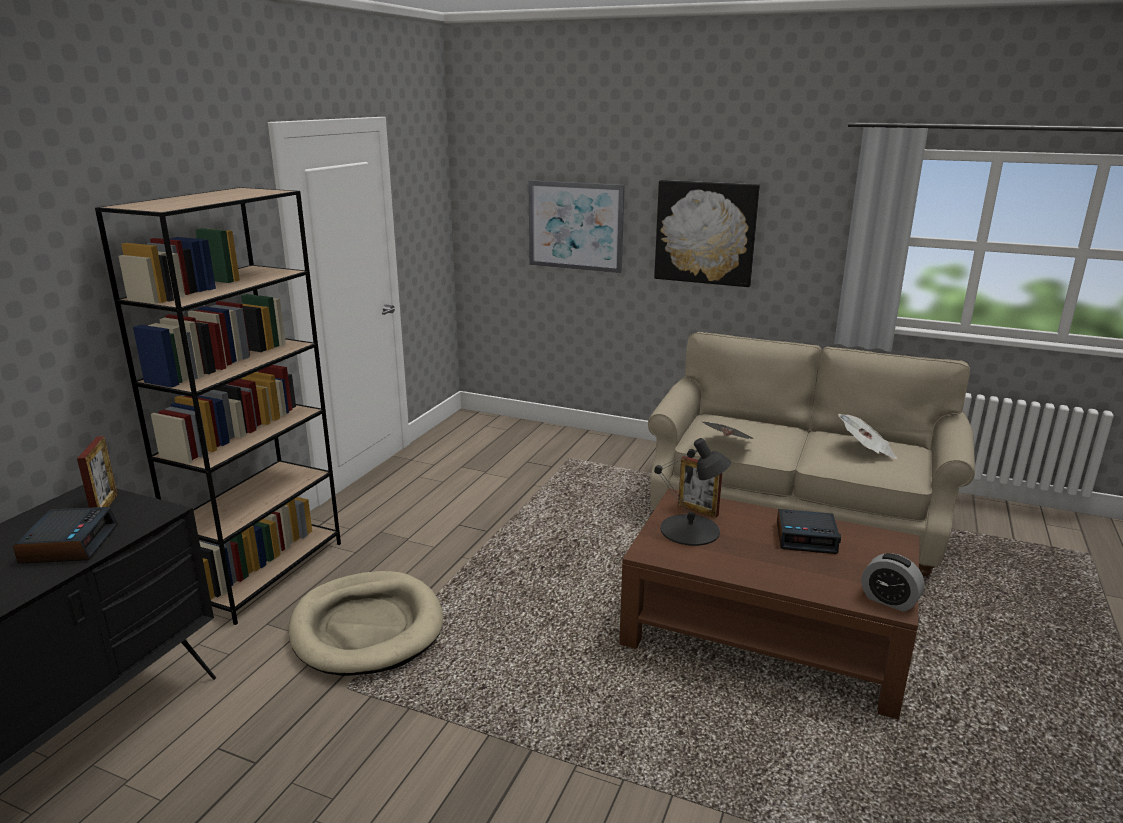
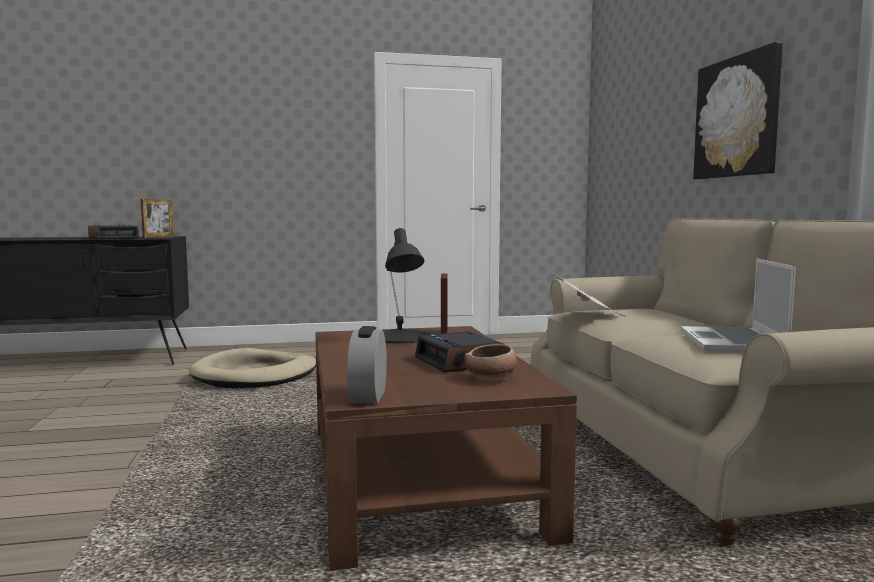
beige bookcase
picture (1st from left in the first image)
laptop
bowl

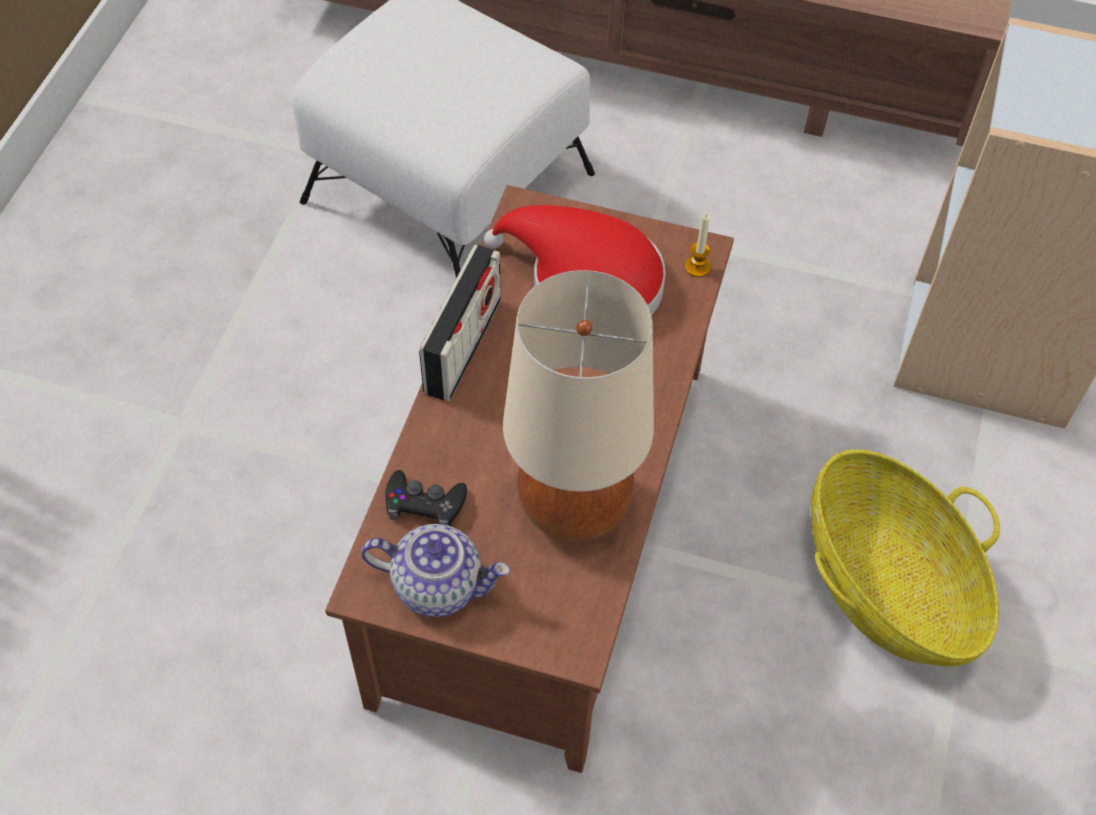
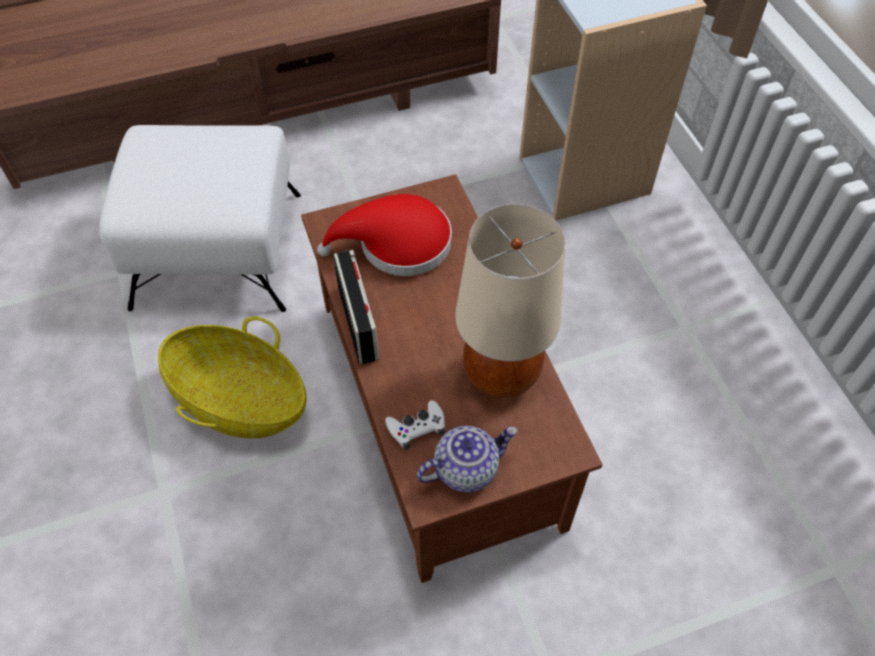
white game controller
candle
basket

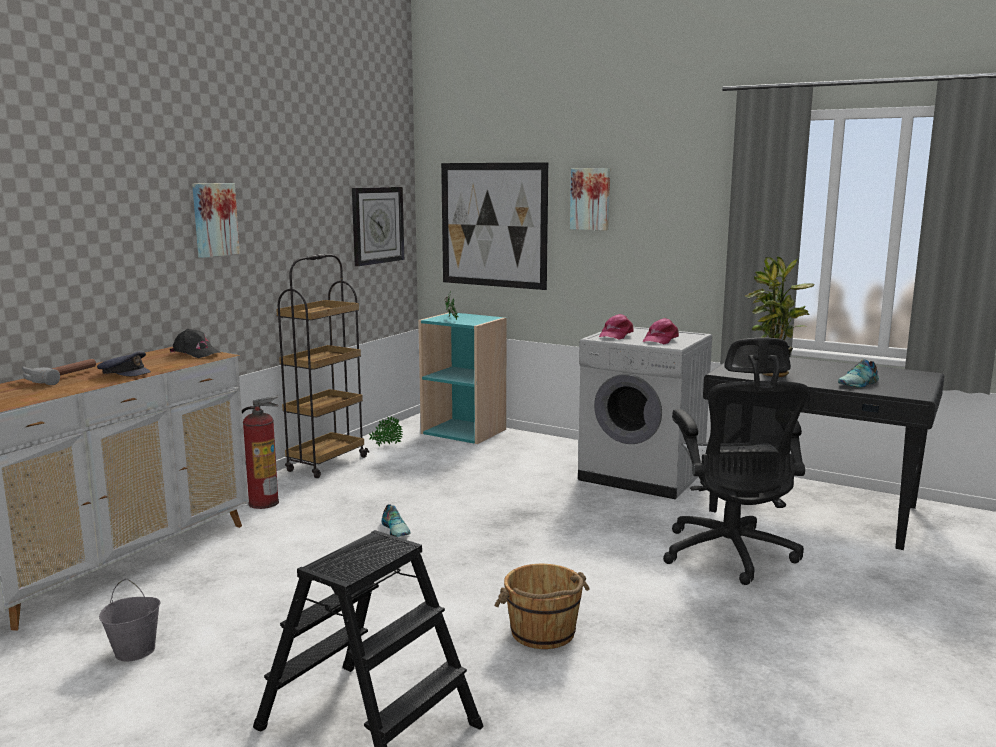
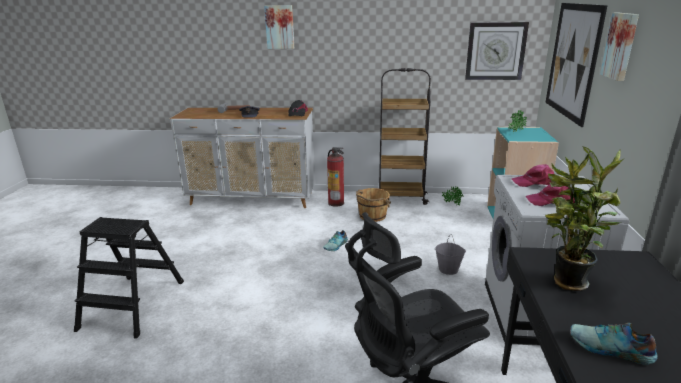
grey bucket
picture (1st from left)
brown bucket

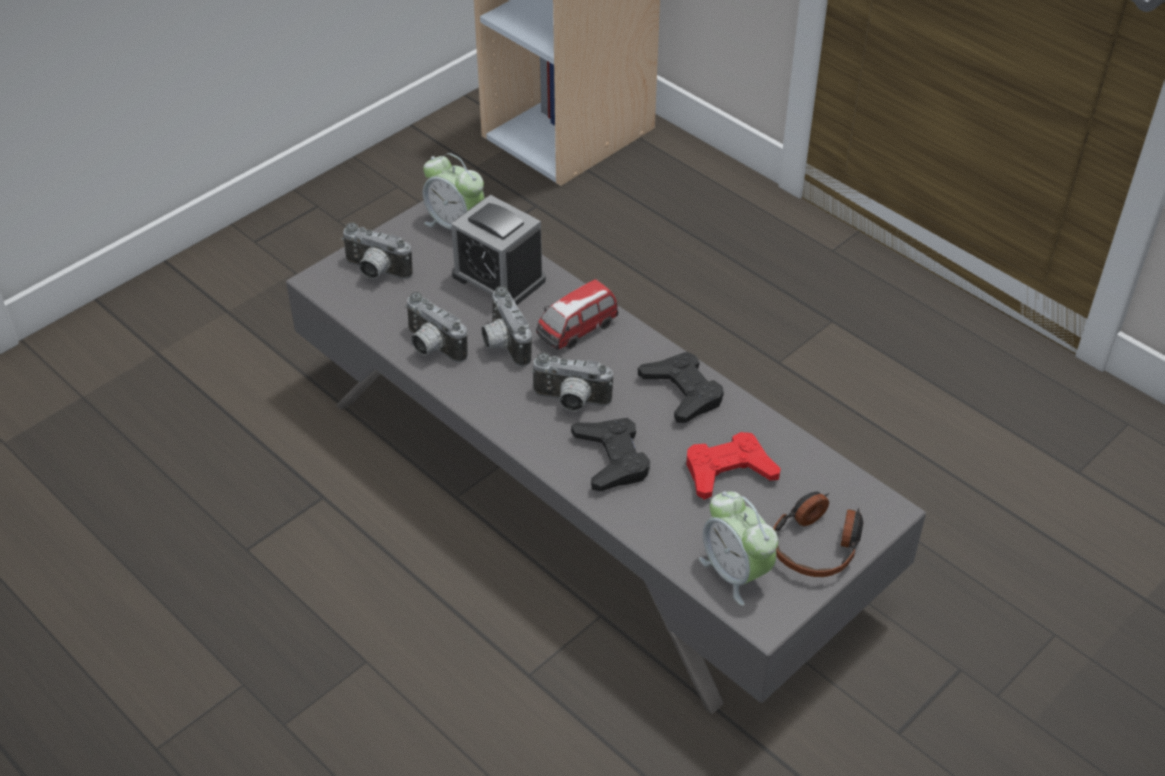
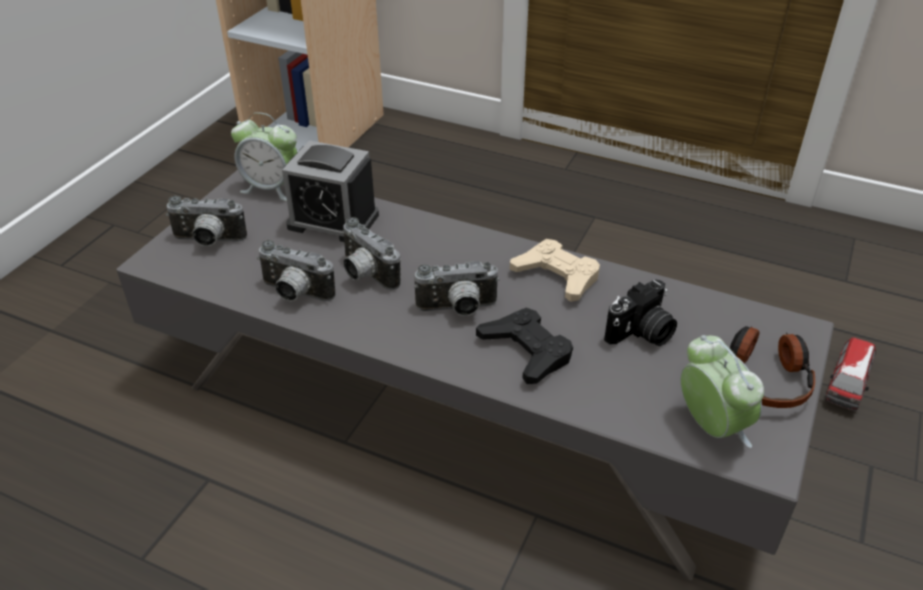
toy car
beige game controller
photo camera (5th from left)
alarm clock (3rd from left)

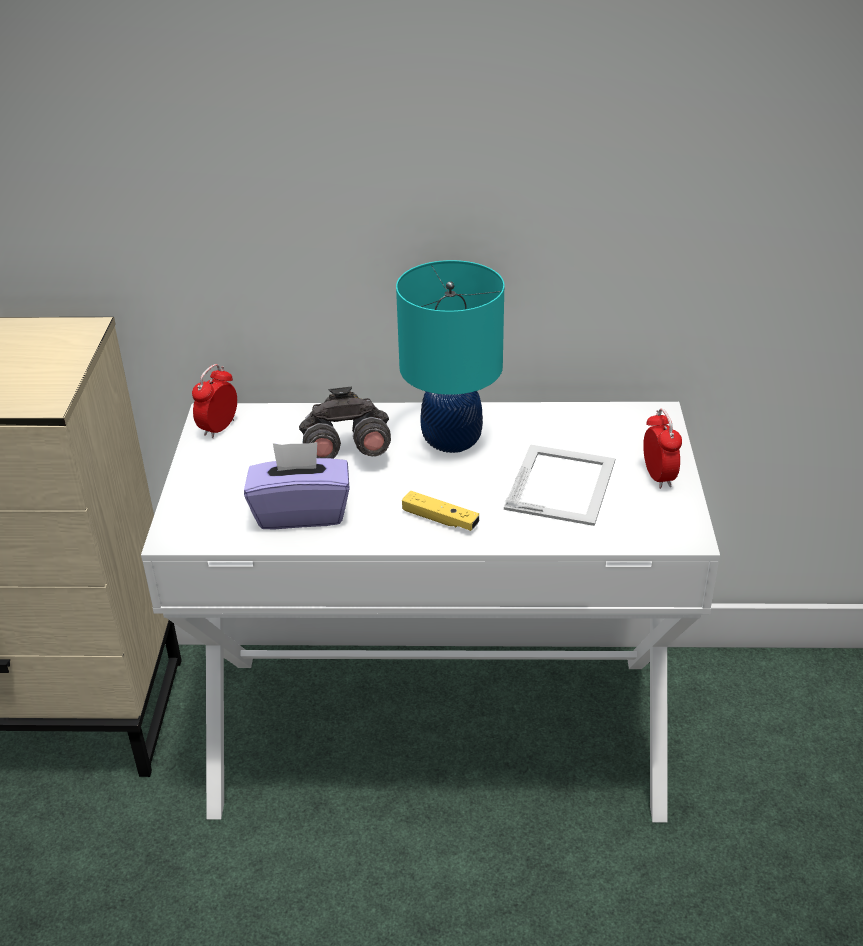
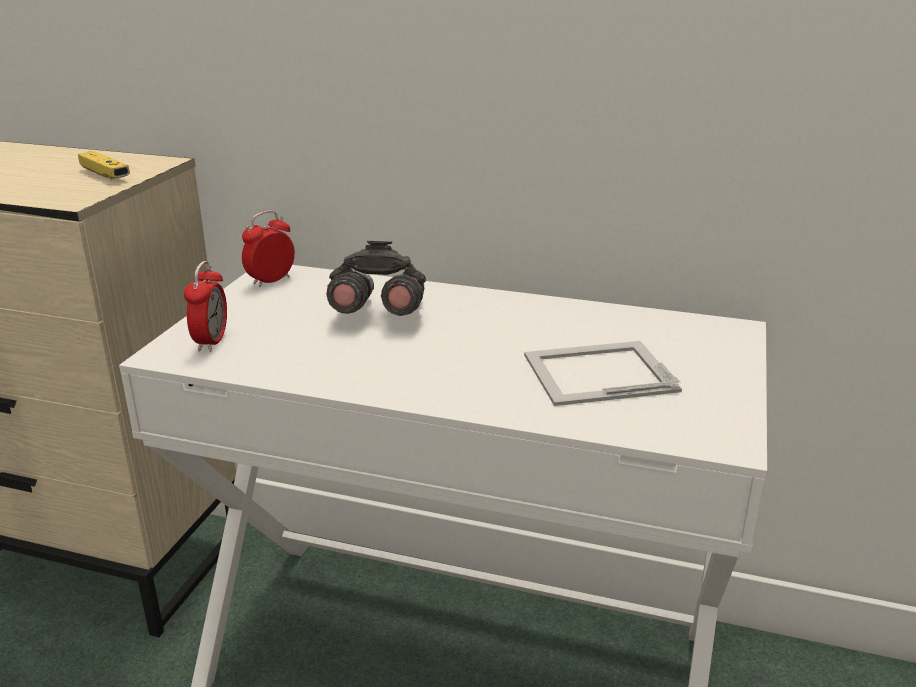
purple tissue box
turquoise table lamp
yellow game controller
picture frame
alarm clock (1st from left)

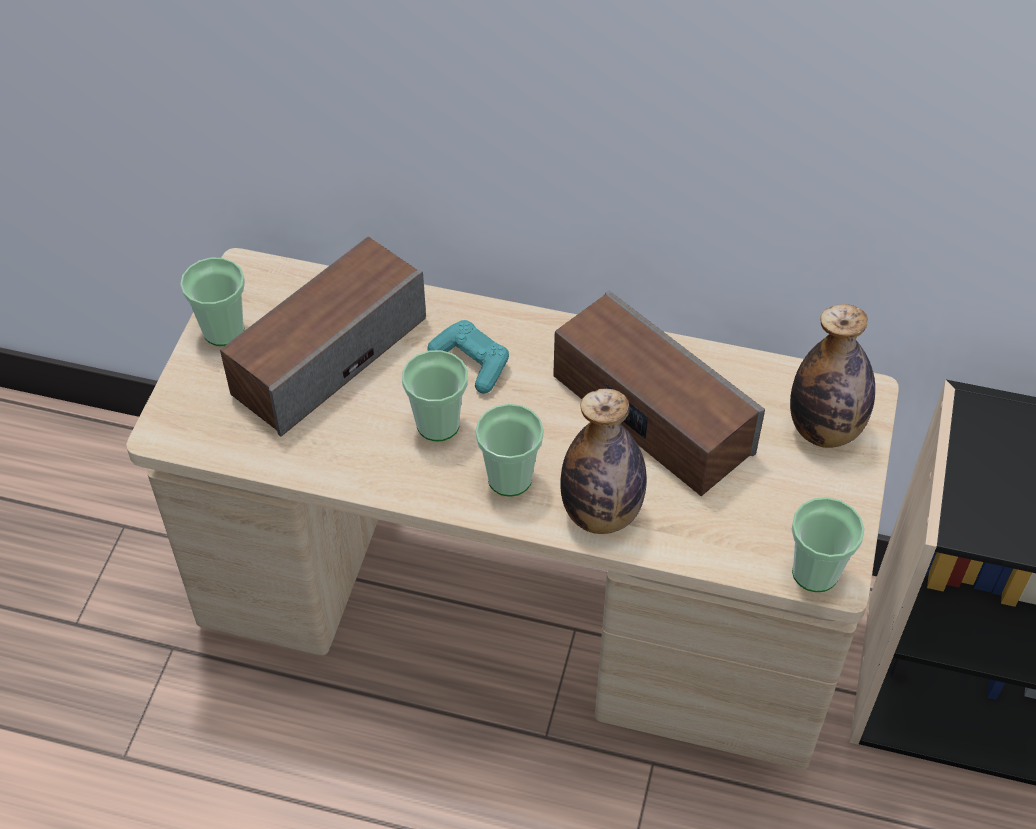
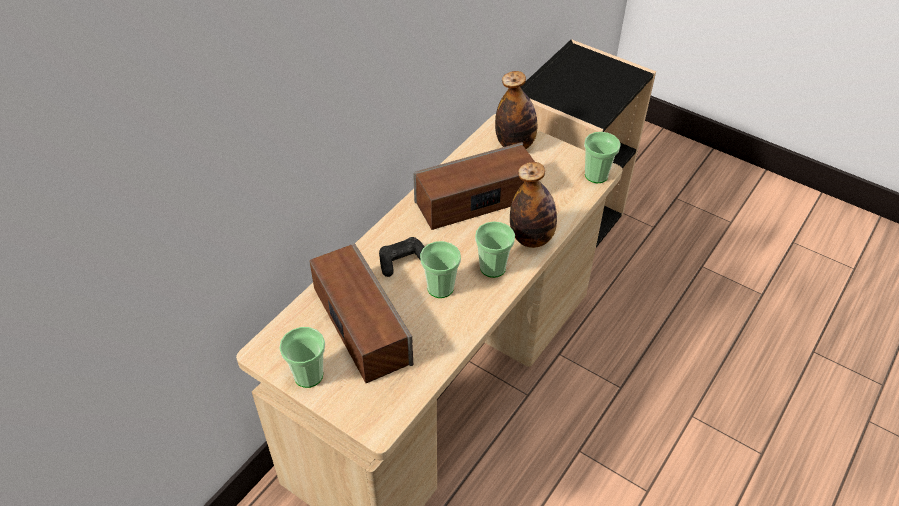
black game controller

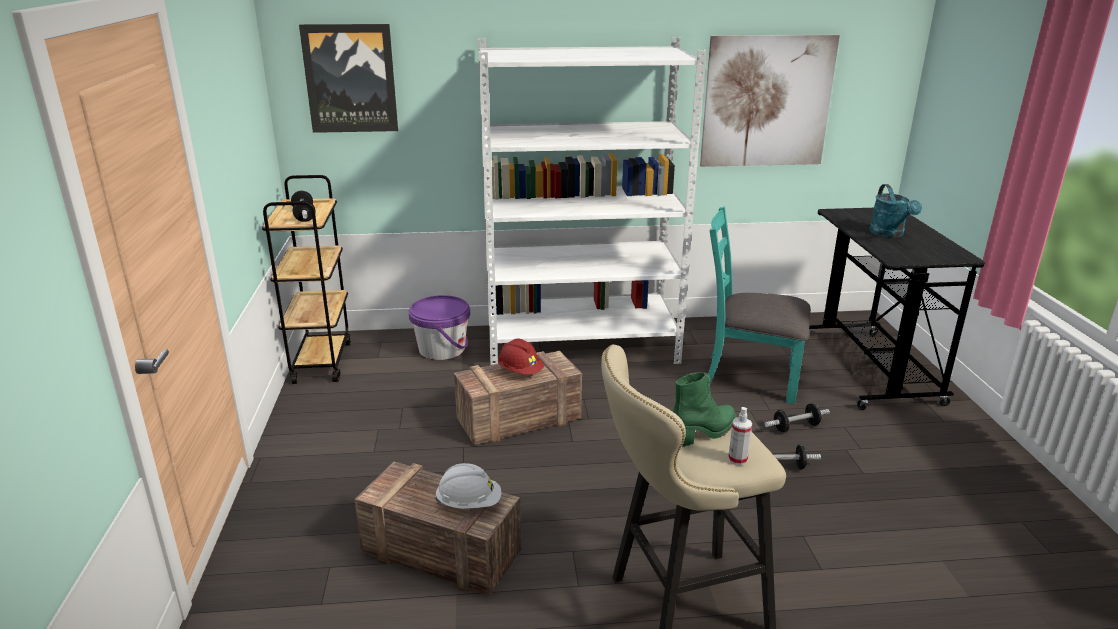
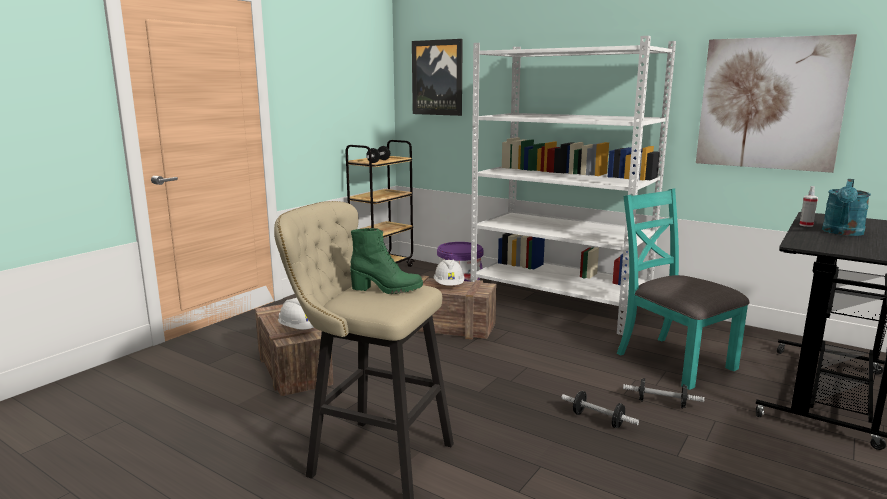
white hard hat (2nd from left)
spray bottle

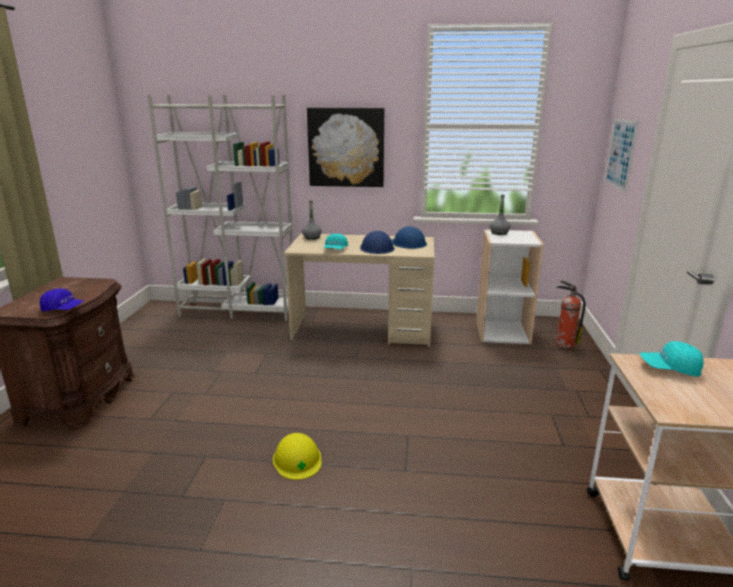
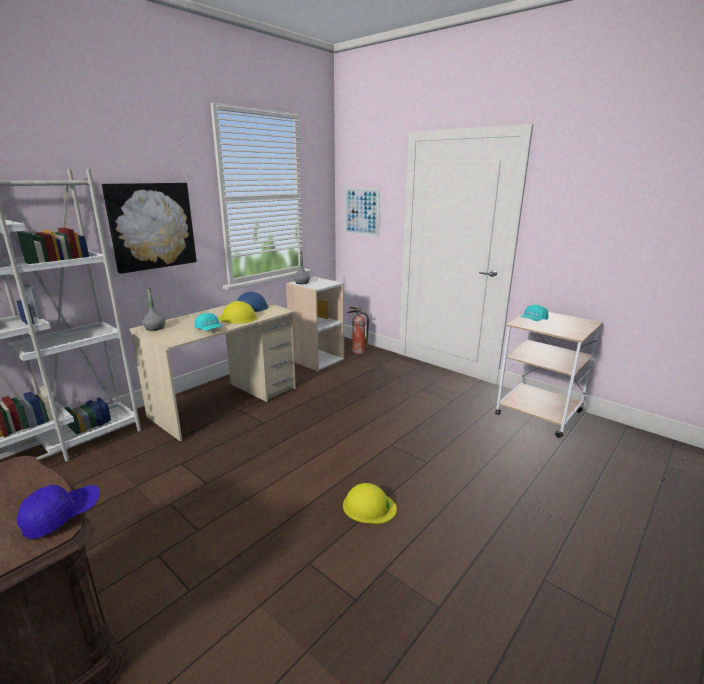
yellow hard hat (1st from left)

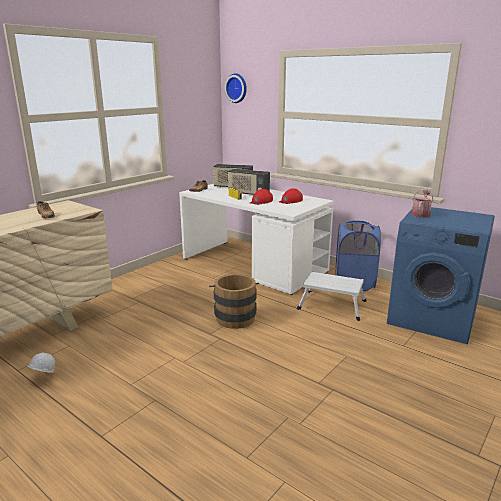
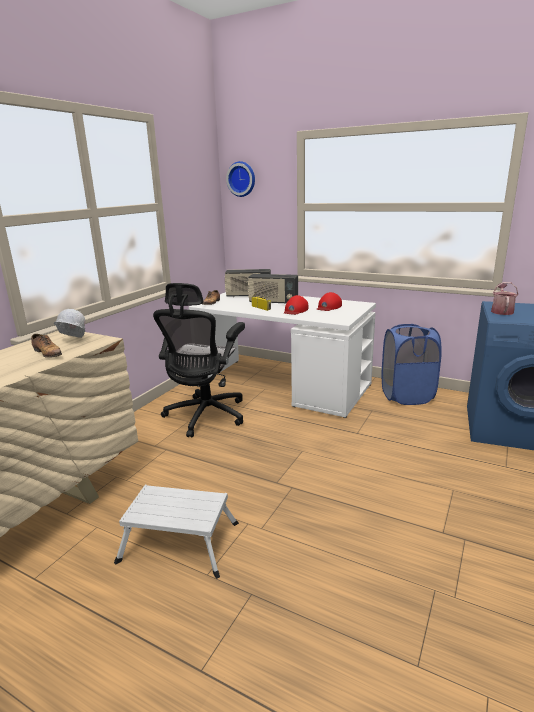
white hard hat
brown bucket
white step ladder
office chair

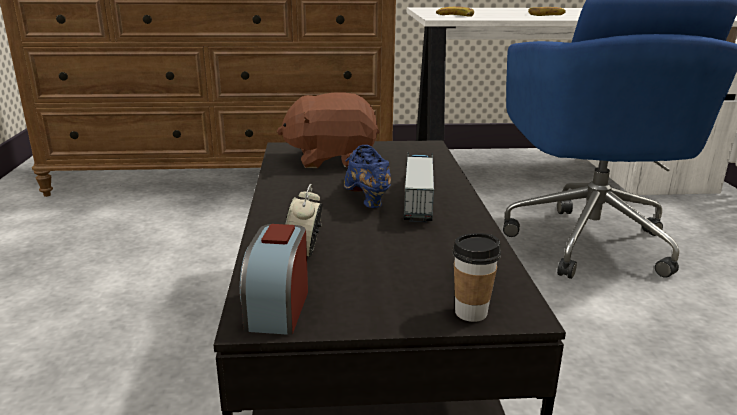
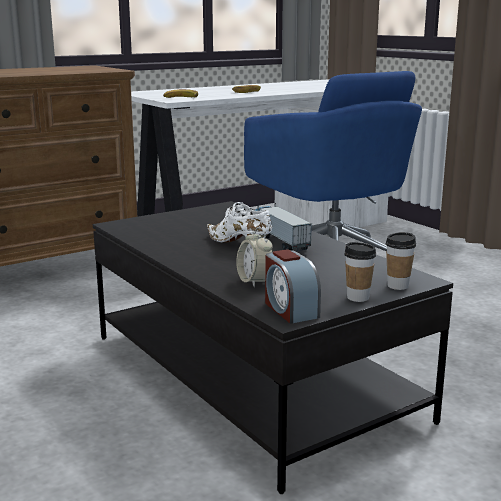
brown plush toy
white shoe
cup (1st from left)

